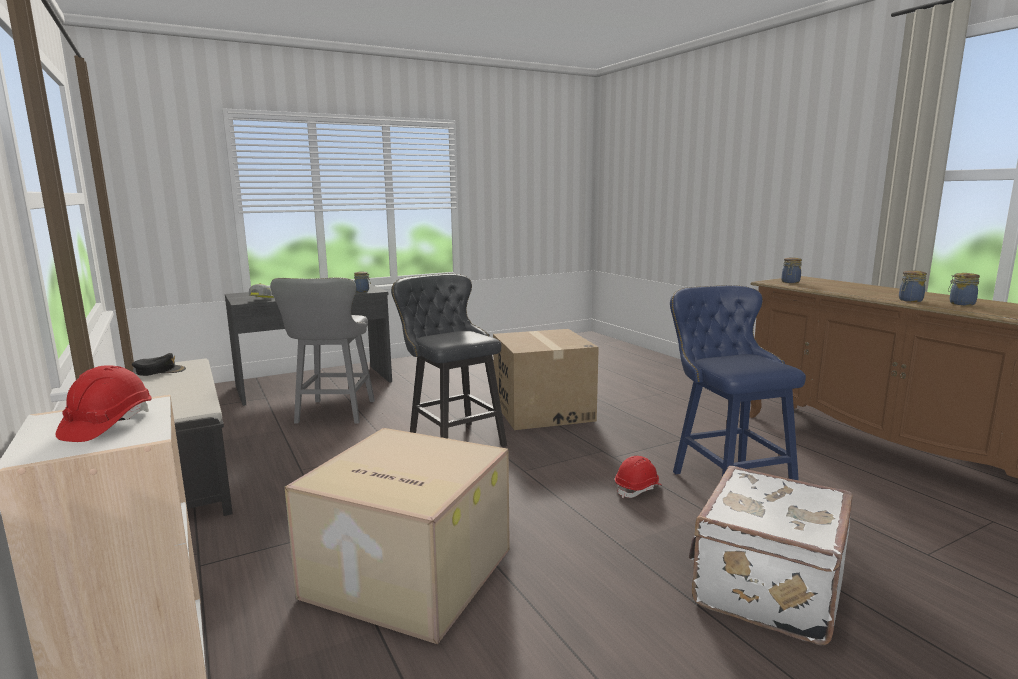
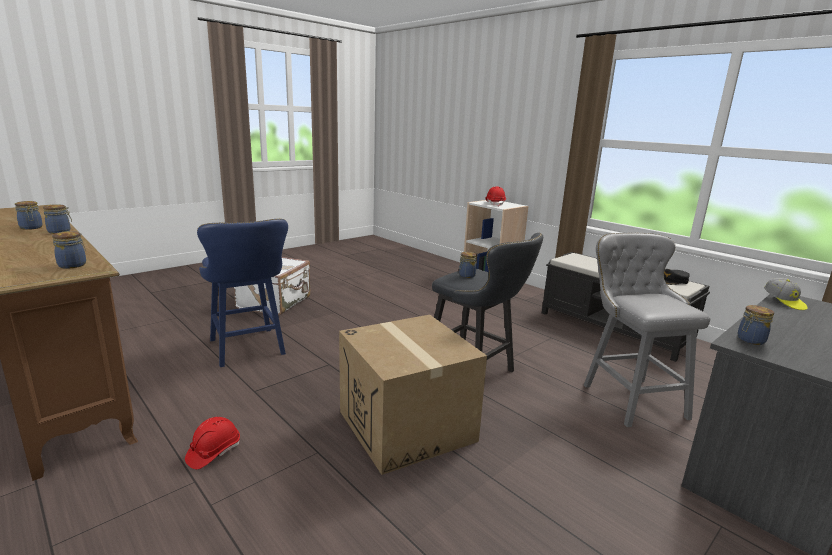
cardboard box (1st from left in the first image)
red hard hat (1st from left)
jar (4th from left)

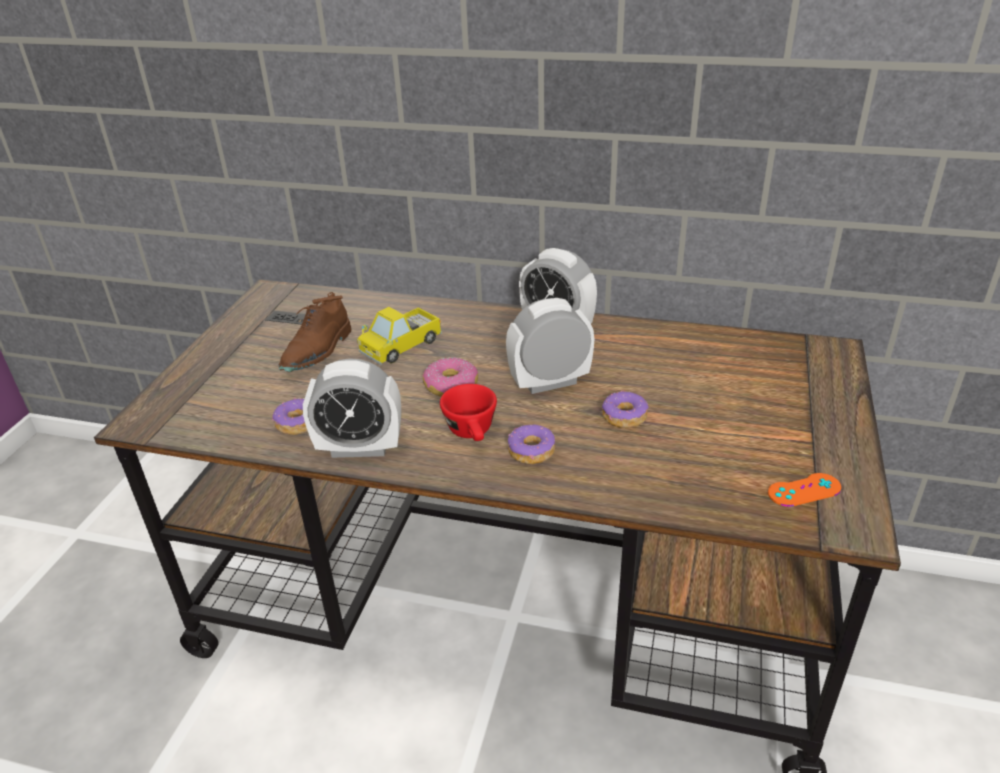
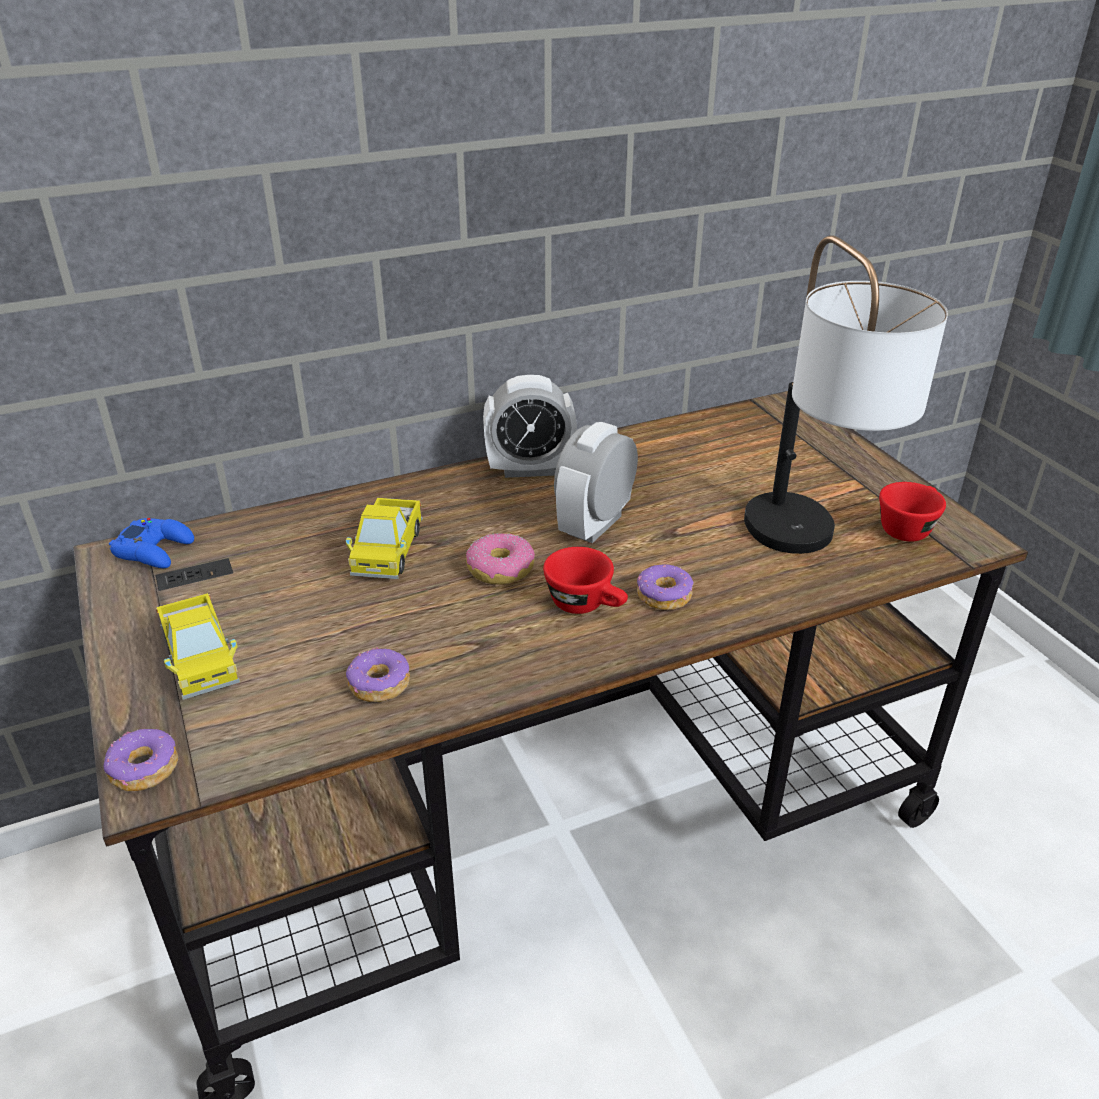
brown shoe
alarm clock (1st from left in the first image)
donut (1st from left)
red cup (2nd from left)
blue game controller
toy truck (1st from left)
table lamp

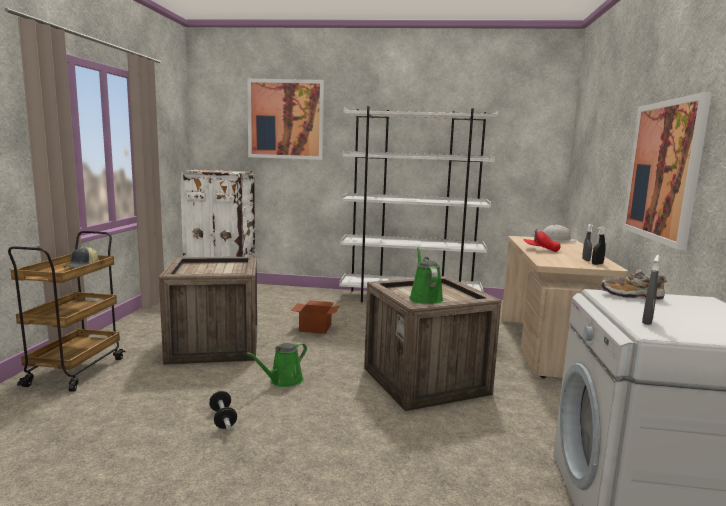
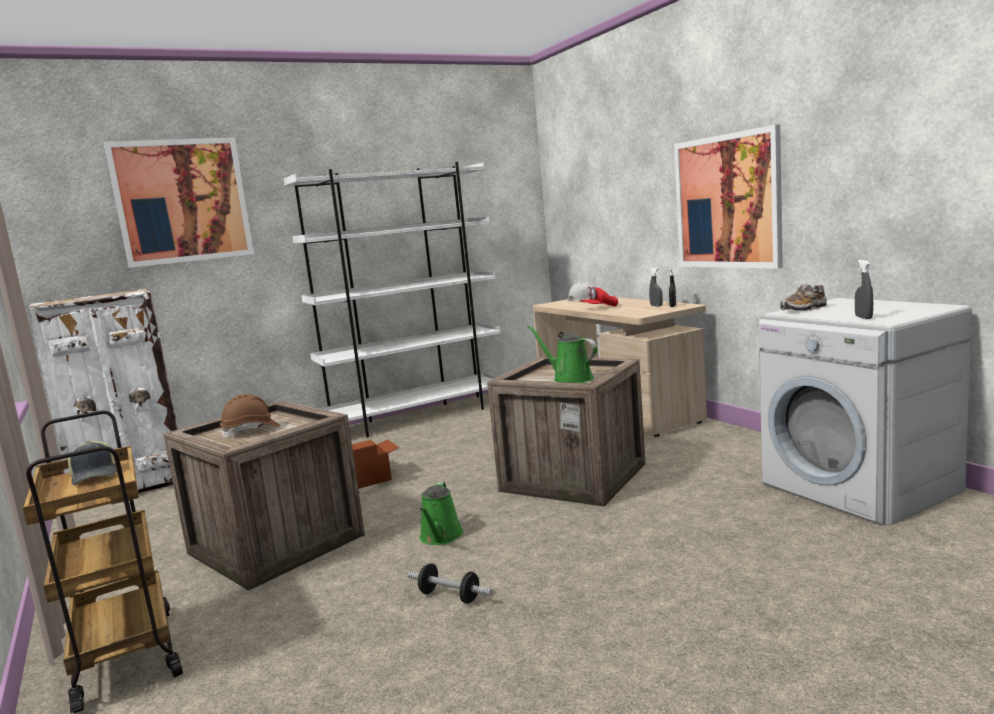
brown hard hat

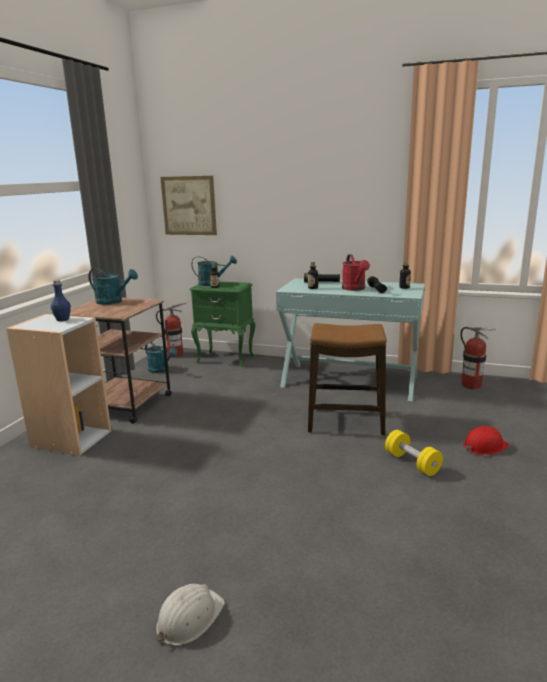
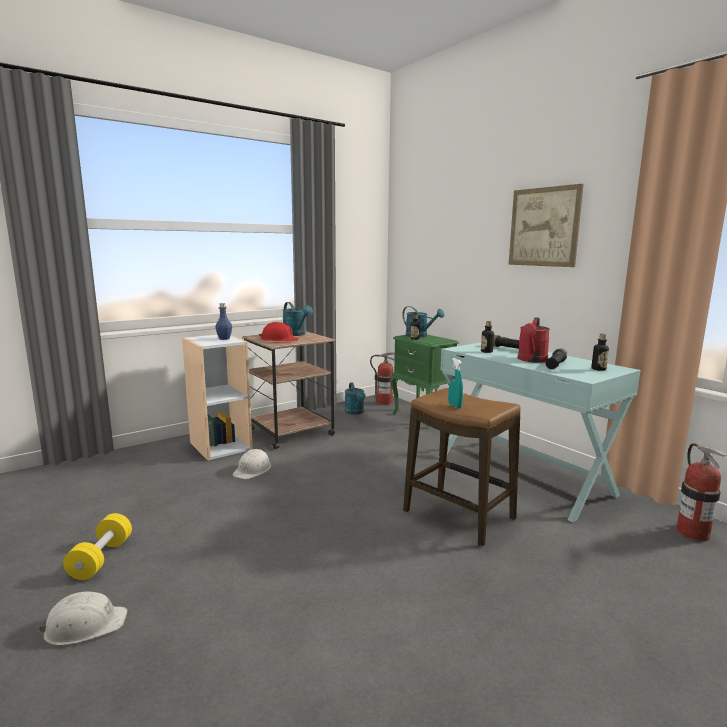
picture
yellow dumbbell
red hard hat
white hard hat (2nd from left)
turquoise spray bottle

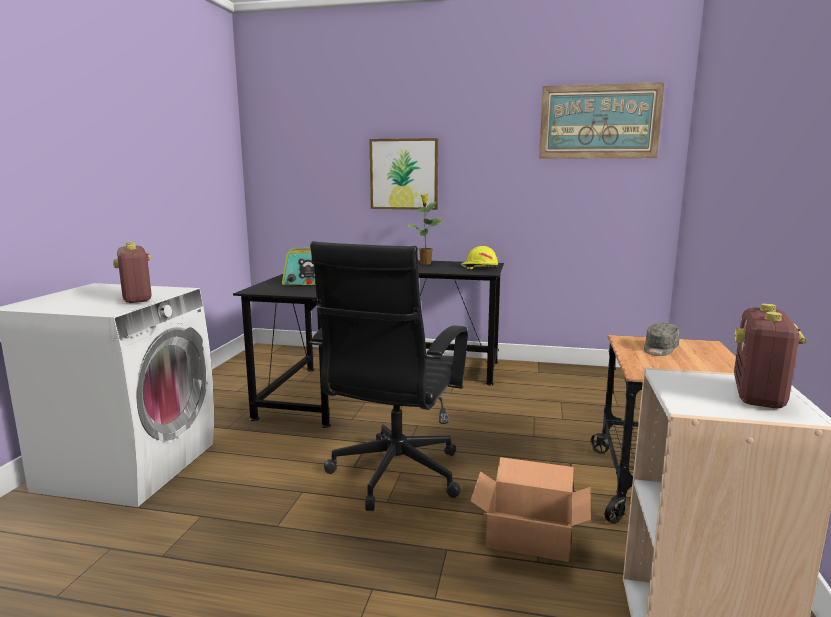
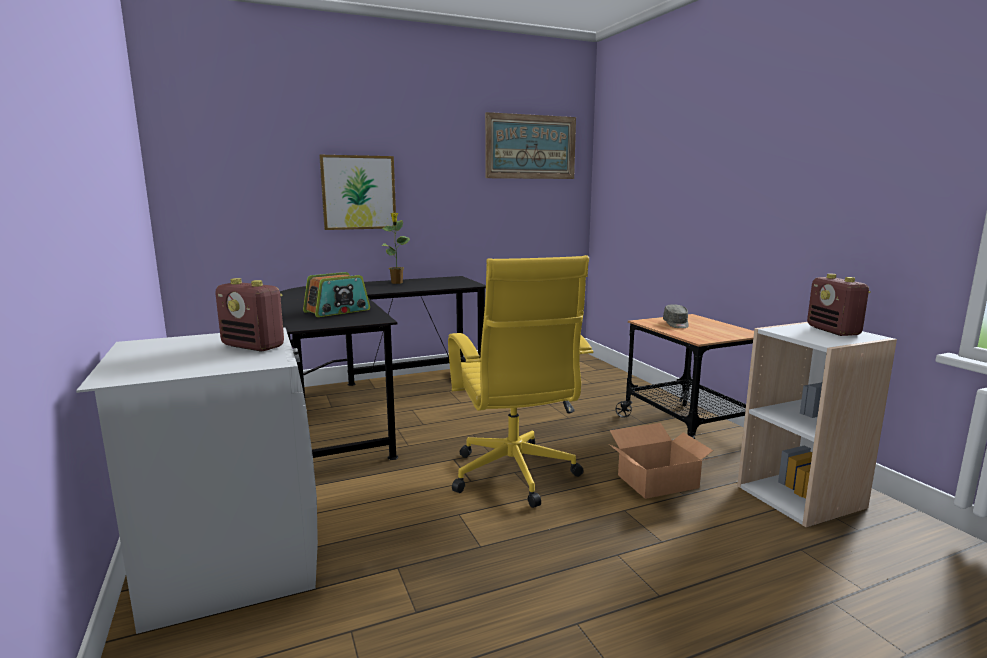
yellow office chair
yellow hard hat

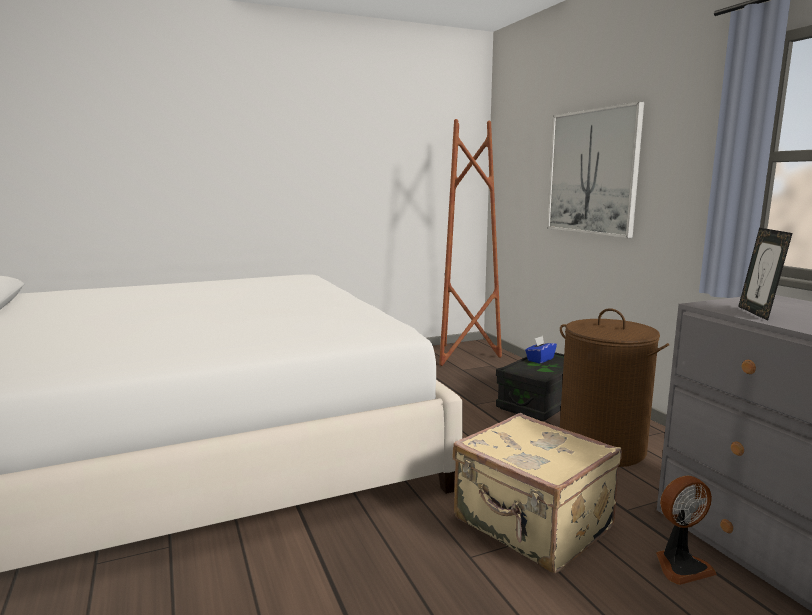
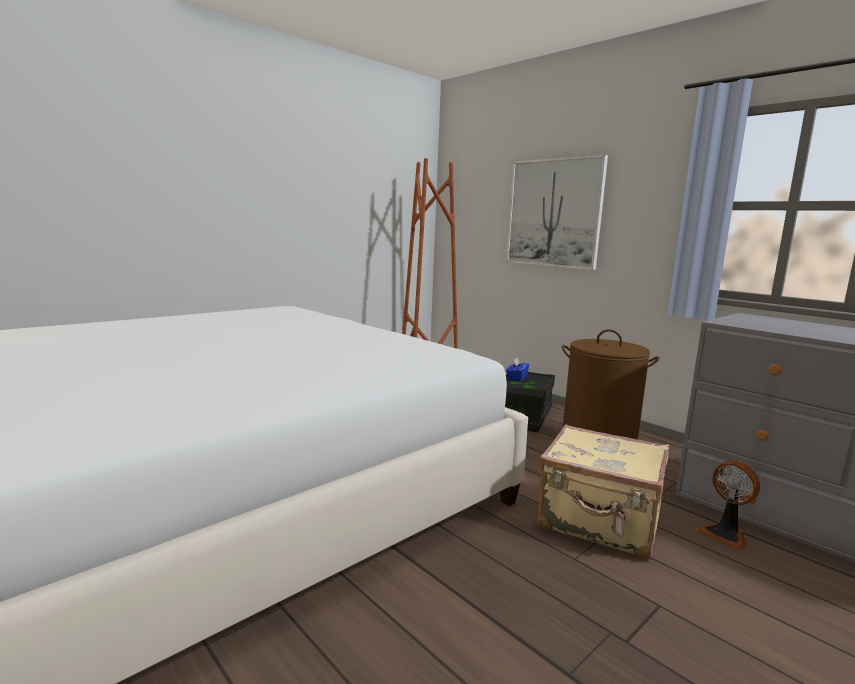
fan
picture frame

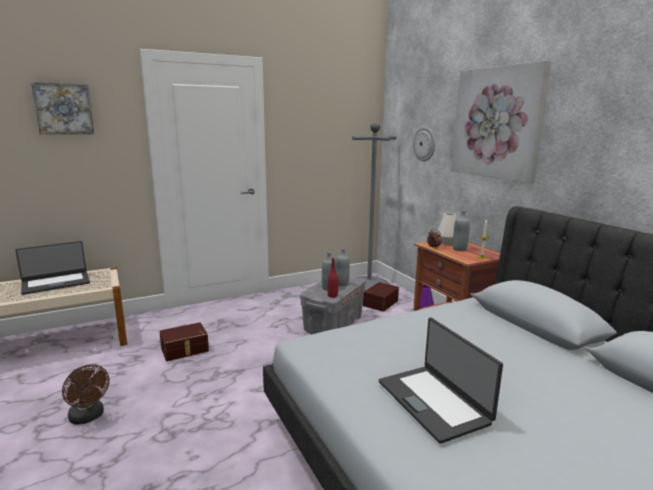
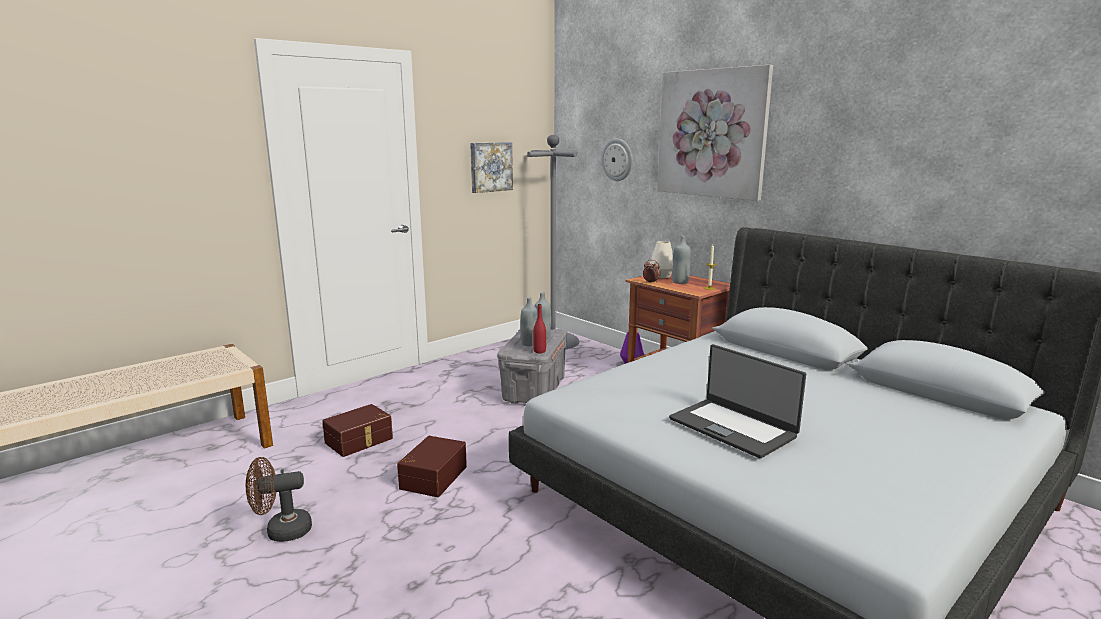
laptop (1st from left in the first image)
picture (1st from left)
brown fan
brown storage box (2nd from left)

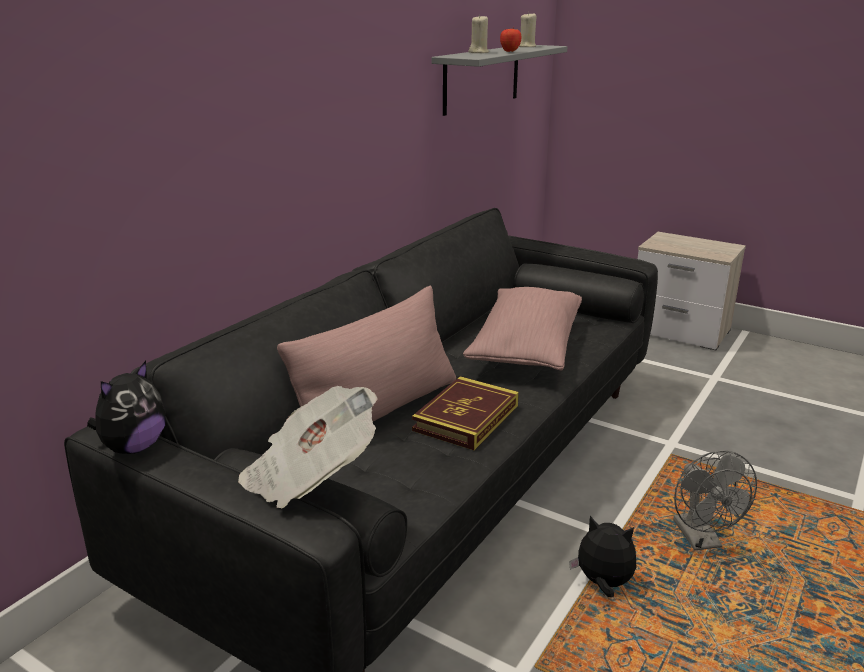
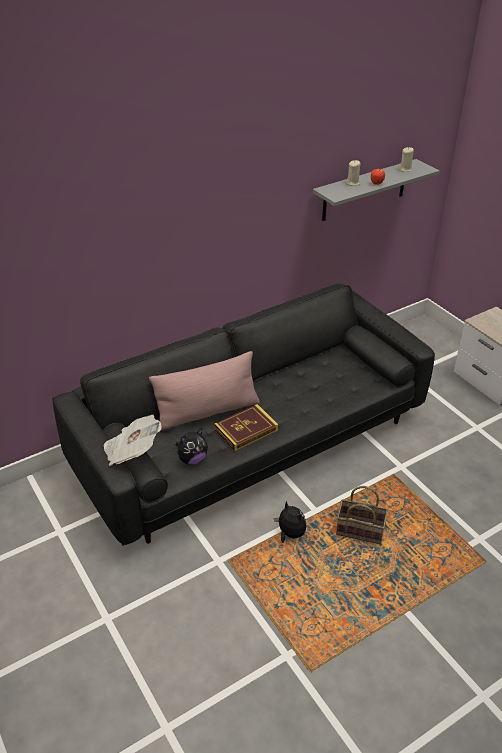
plush toy (1st from left)
pink pillow (2nd from left in the first image)
basket

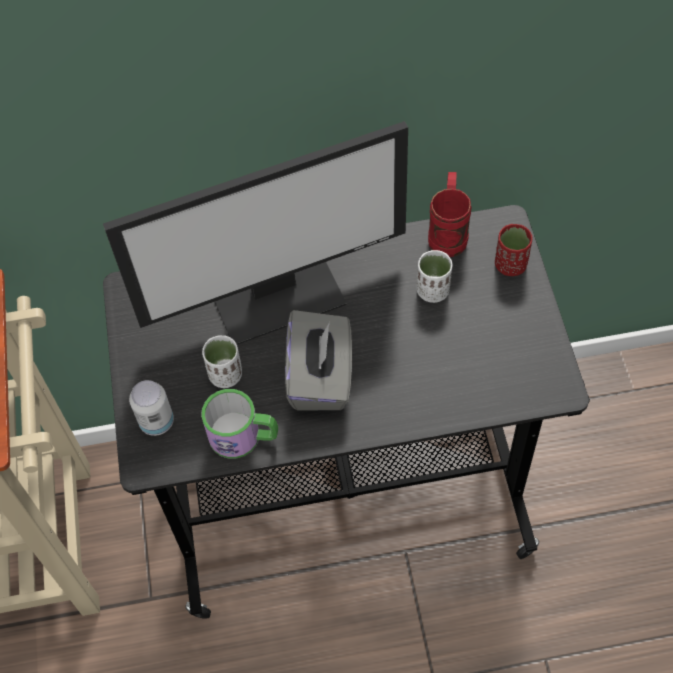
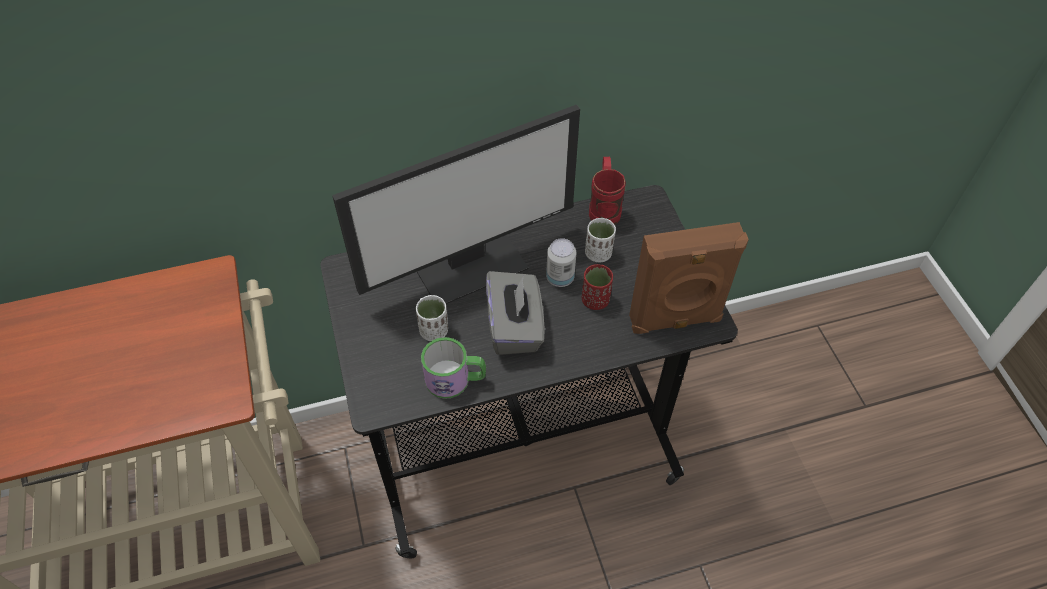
can
red cup
brown speaker

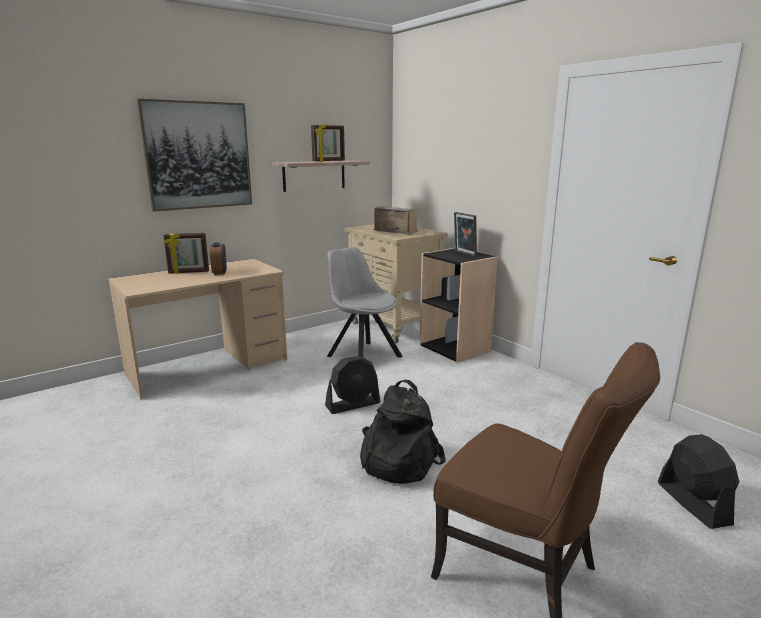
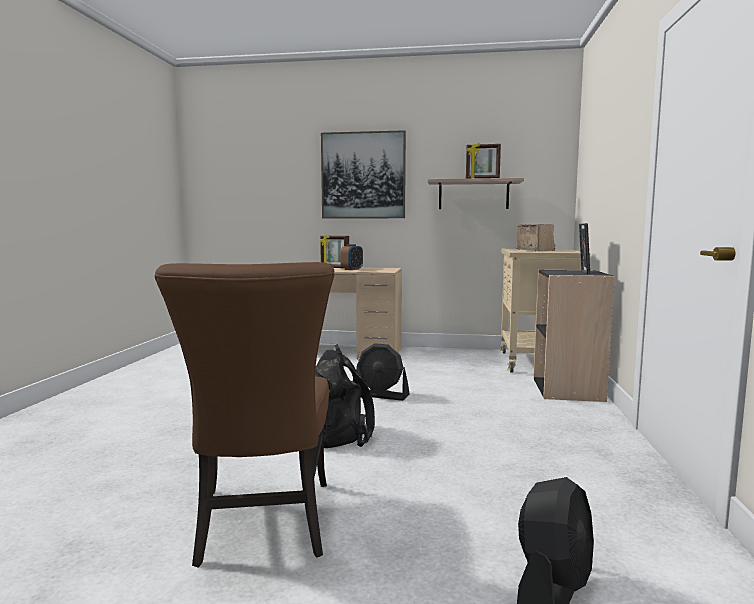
grey chair

